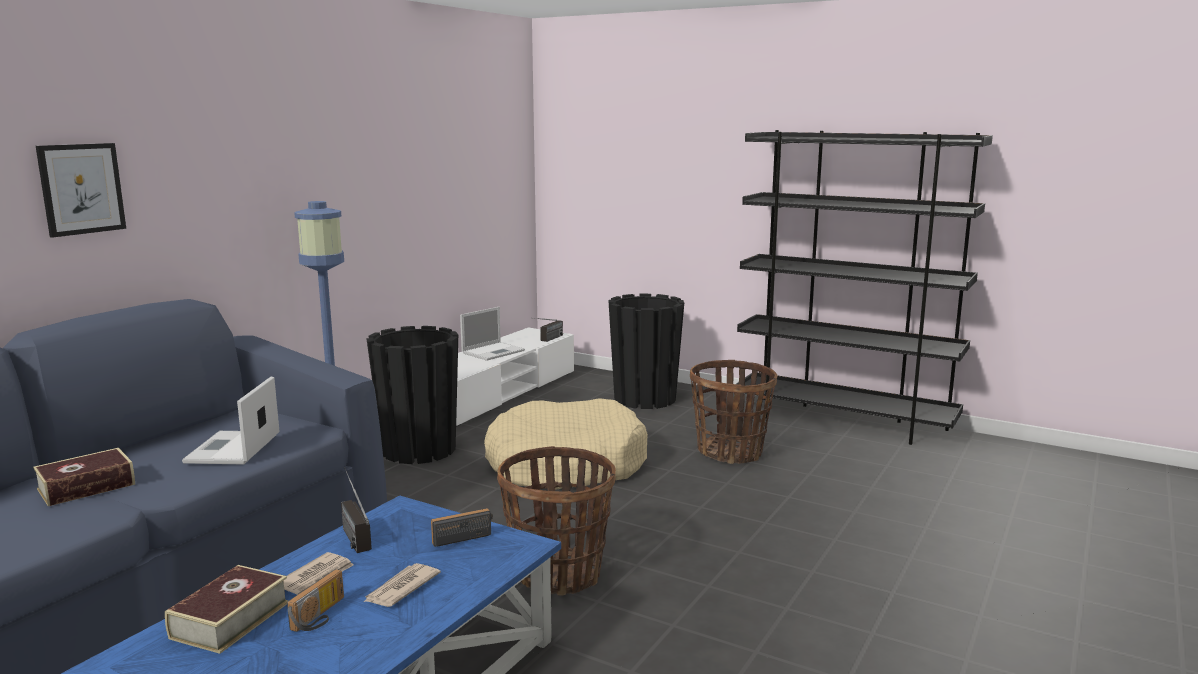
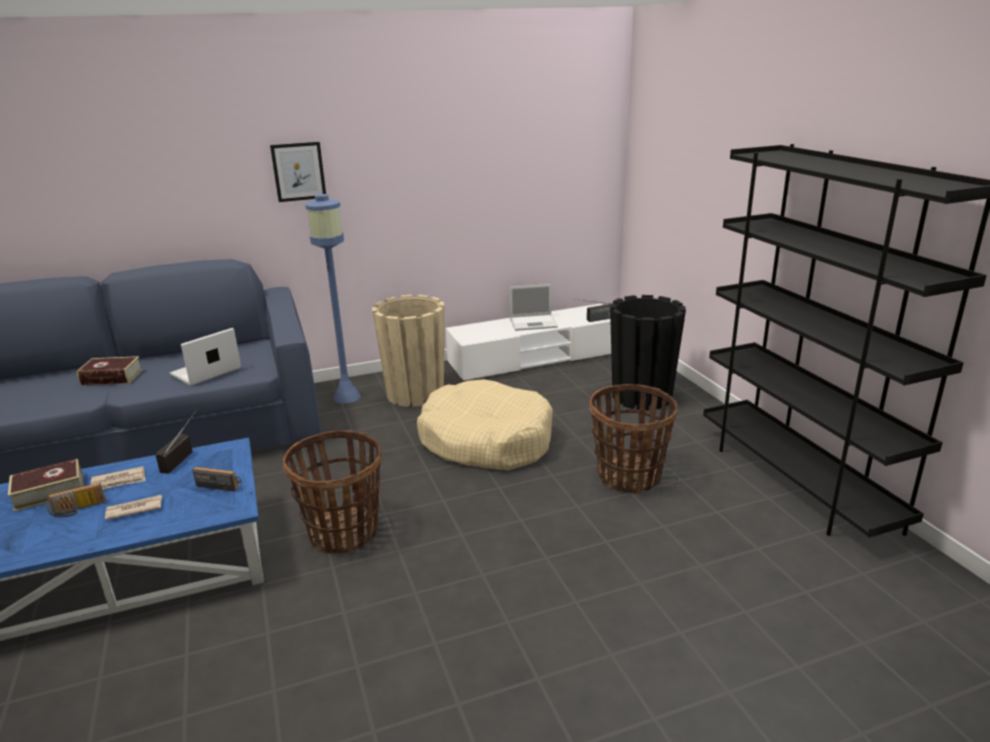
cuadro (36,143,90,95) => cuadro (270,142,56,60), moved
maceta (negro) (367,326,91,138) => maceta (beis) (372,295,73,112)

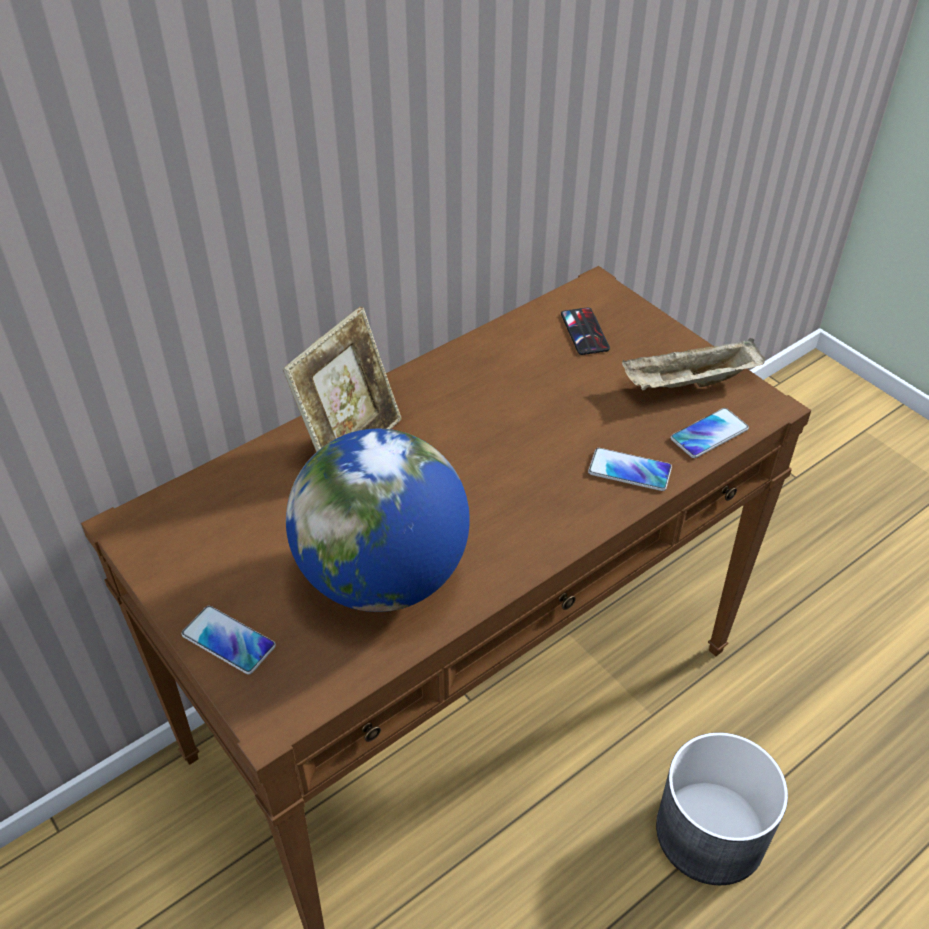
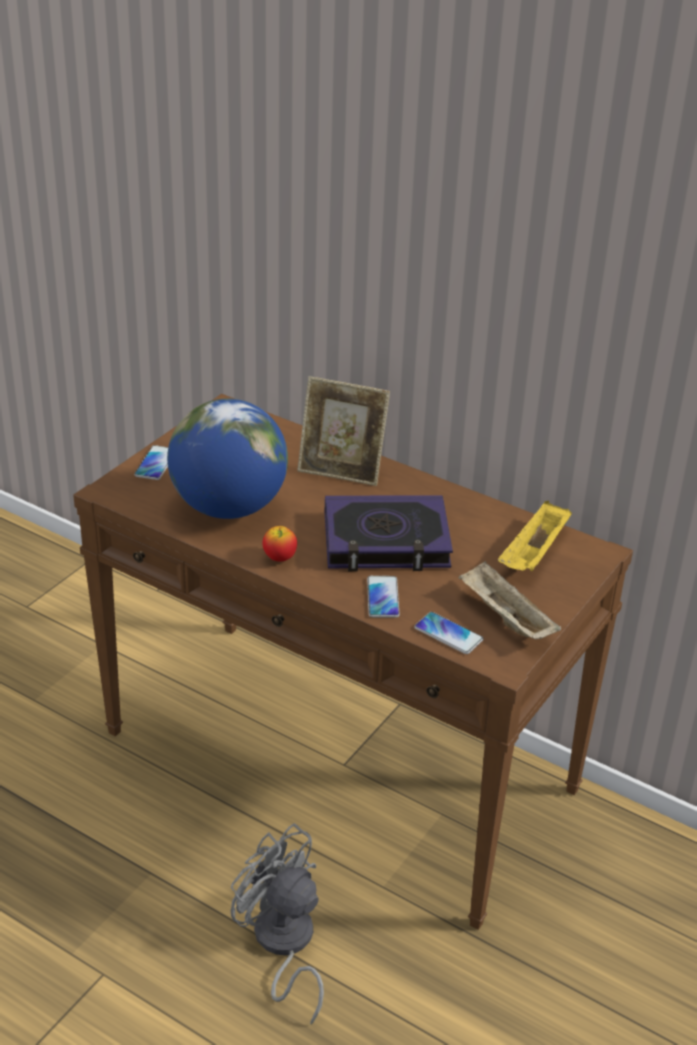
maceta (gris) (656,732,132,153) => ventilador (gris) (231,823,93,202)
nothing => manzana (262,526,35,36)
nothing => libro (325,495,128,76)
móvil (561,307,49,48) => bandeja (amarillo) (498,501,74,70)

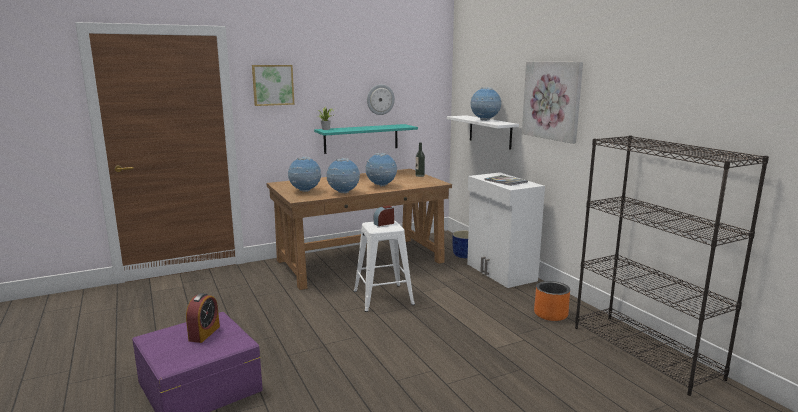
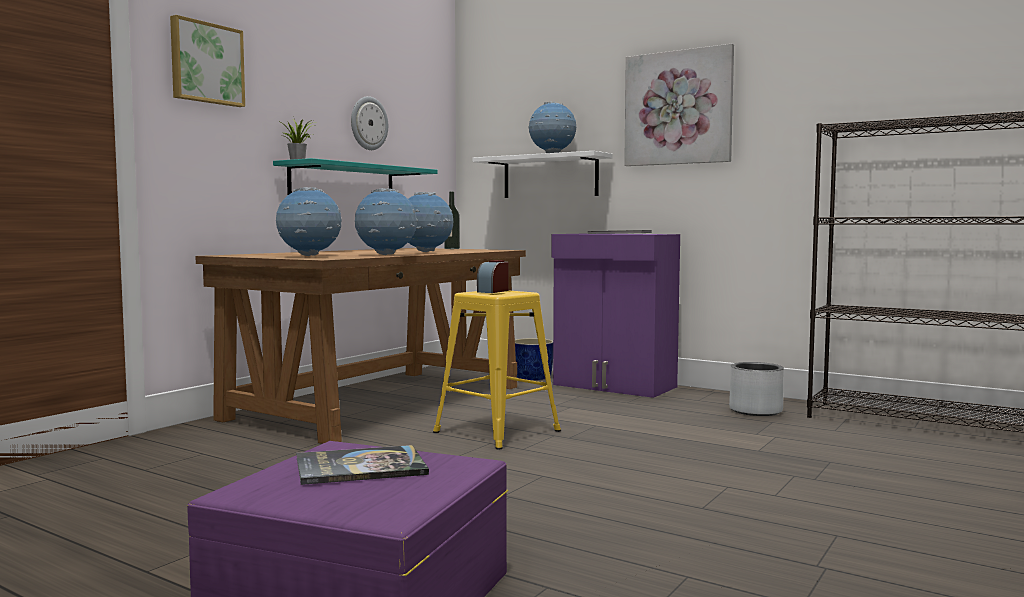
despertador (186,293,34,50) => libro (296,445,133,40)
taburete (blanco) (354,220,61,92) => taburete (amarillo) (433,290,128,159)
armario (blanco) (467,172,78,116) => armario (morado) (552,234,128,164)
maceta (naranja) (534,281,36,40) => maceta (gris) (729,362,55,54)

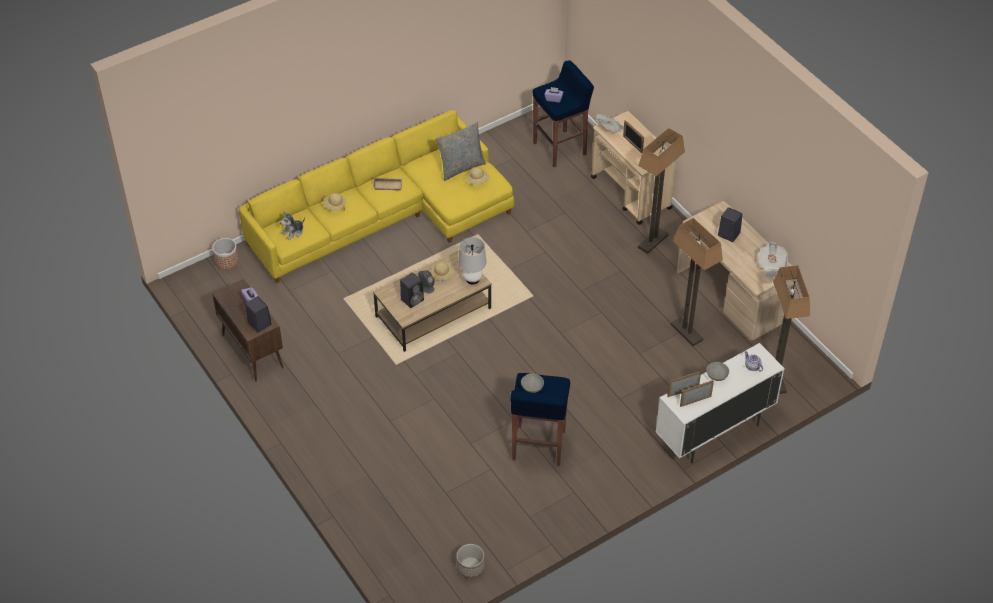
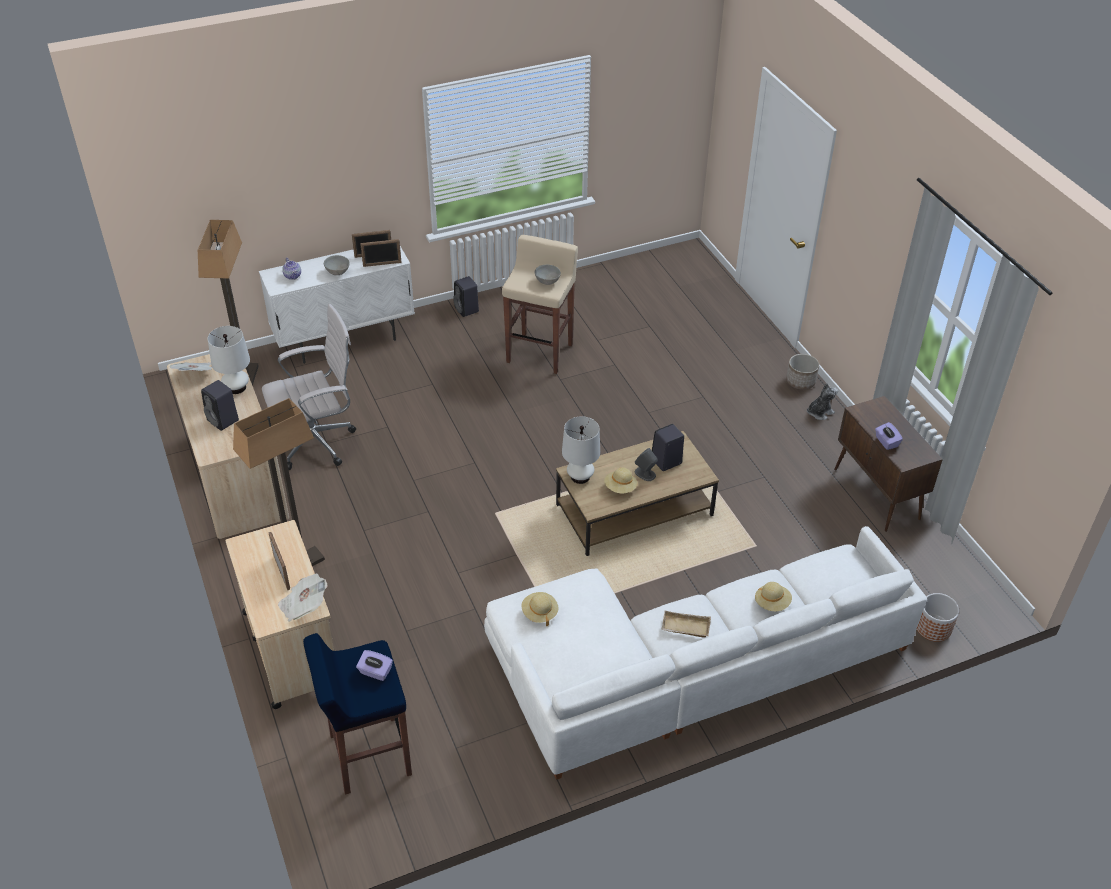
nothing => lámpara de mesa (blanco) (207,326,43,68)
lámpara de pie (671,218,52,128) => silla de oficina (blanco) (262,304,94,166)
altavoz (negro) (245,296,26,37) => altavoz (negro) (453,276,26,41), moved
sofá (amarillo) (239,110,275,173) => sofá (blanco) (484,526,443,254)
taburete (azul) (510,373,60,93) => taburete (beis) (502,235,76,139)
maceta (457,544,27,34) => maceta (786,354,33,36), moved
peluche (280,211,25,29) => peluche (807,383,31,37), moved
cojín (gris) (436,122,50,59) => nothing

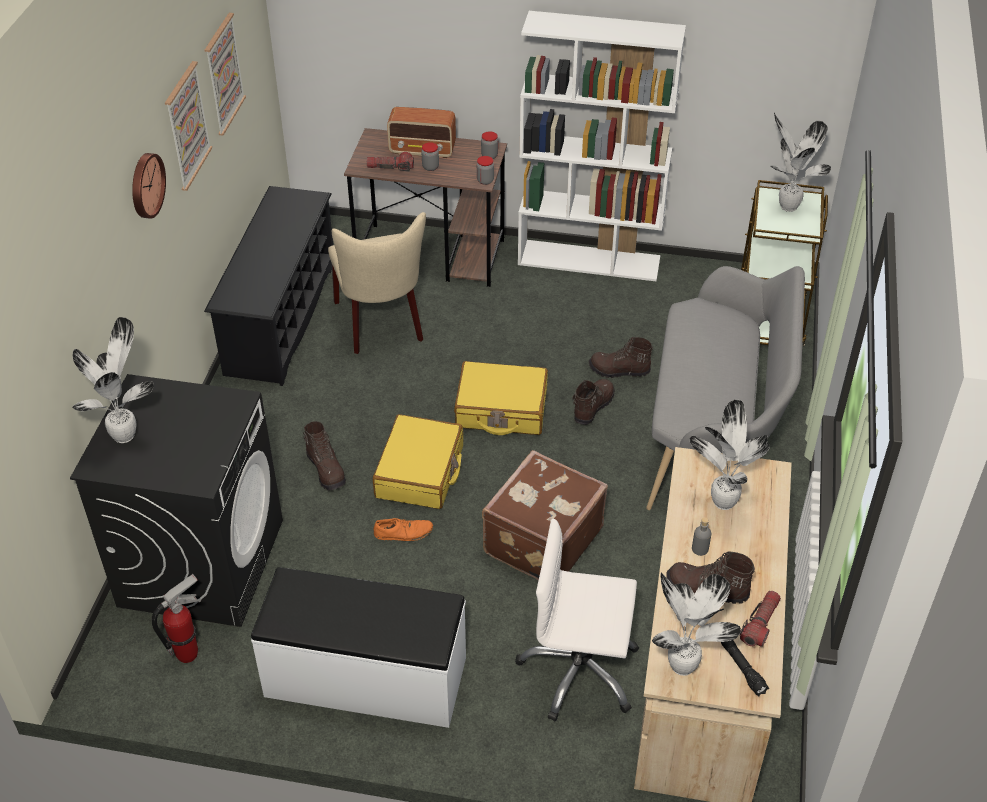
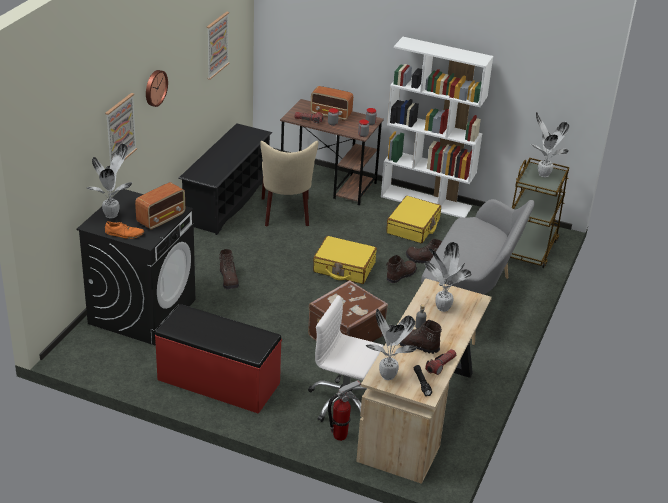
cuadro (165,61,47,130) => cuadro (105,93,32,72), moved
zapato (naranja) (374,518,59,23) => zapato (naranja) (105,221,39,18), moved
nothing => radio (135,182,50,48)
banco (blanco) (251,567,215,161) => banco (rojo) (155,304,127,110)
extintor (152,574,49,89) => extintor (328,380,33,61), moved
maleta (amarillo) (373,414,90,95) => maleta (amarillo) (386,196,55,47), moved

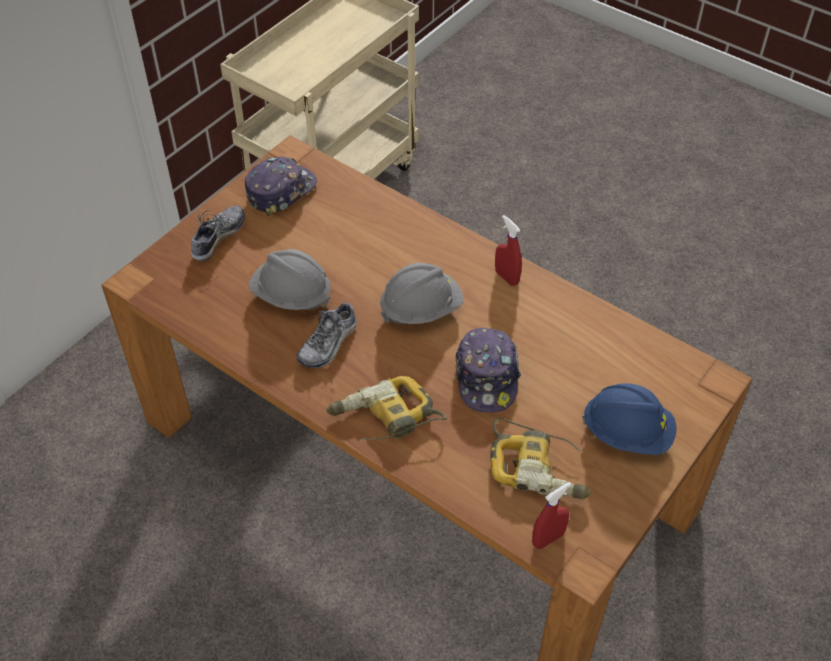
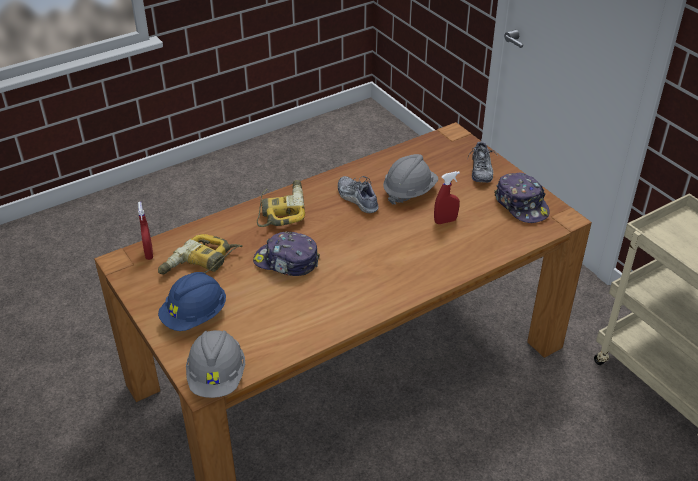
casco (gris) (380,263,83,62) => casco (gris) (186,330,59,68), moved
pulverizador (rojo) (495,215,27,71) => pulverizador (rojo) (434,171,26,53), moved
zapato (191,206,54,55) => zapato (468,139,30,44), 45 degrees clockwise

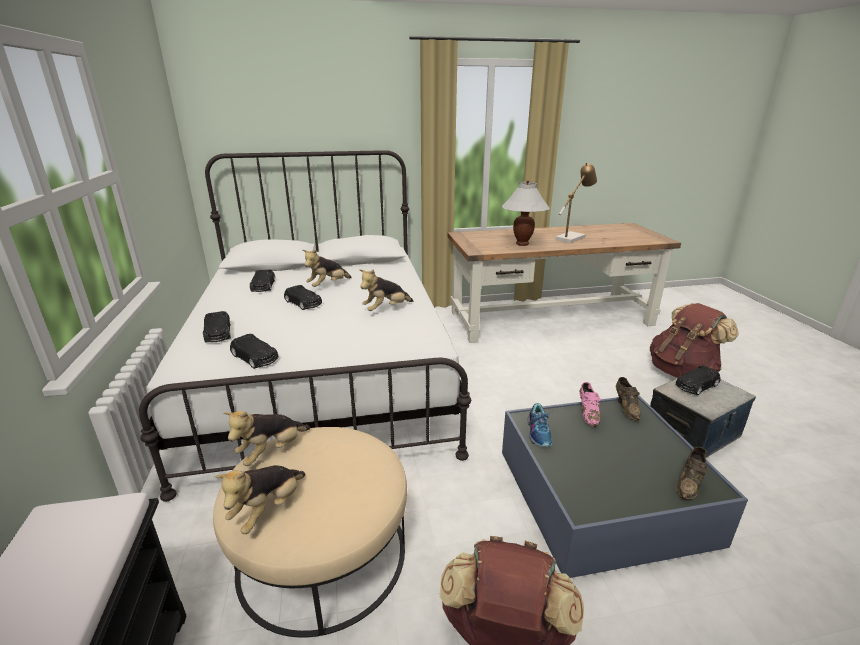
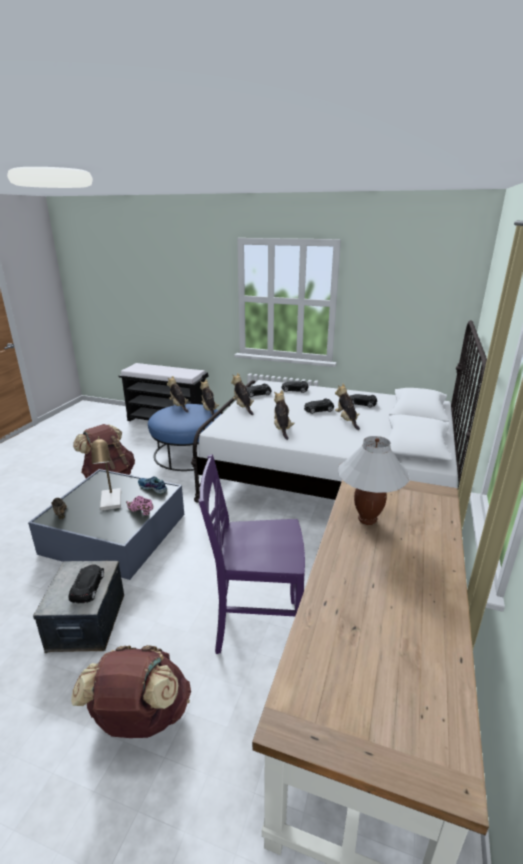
lámpara de mesa (555,162,42,81) => lámpara de mesa (91,436,30,75), moved
puf (beis) (213,427,194,211) => puf (azul) (148,404,73,67)
nothing => silla (morado) (198,455,107,199)
nothing => peluche (231,373,23,42)
zapato (marrón) (616,377,25,44) => nothing

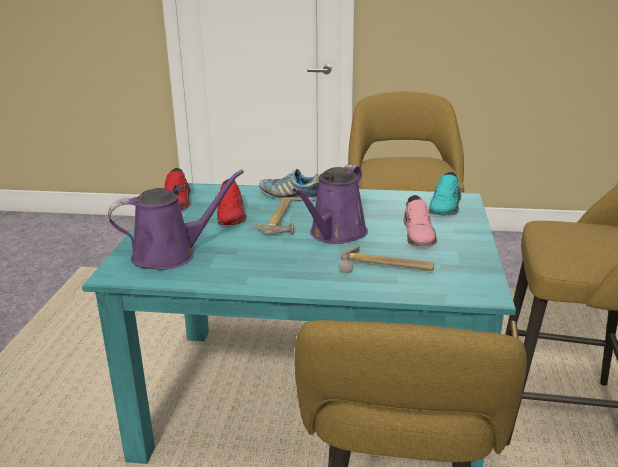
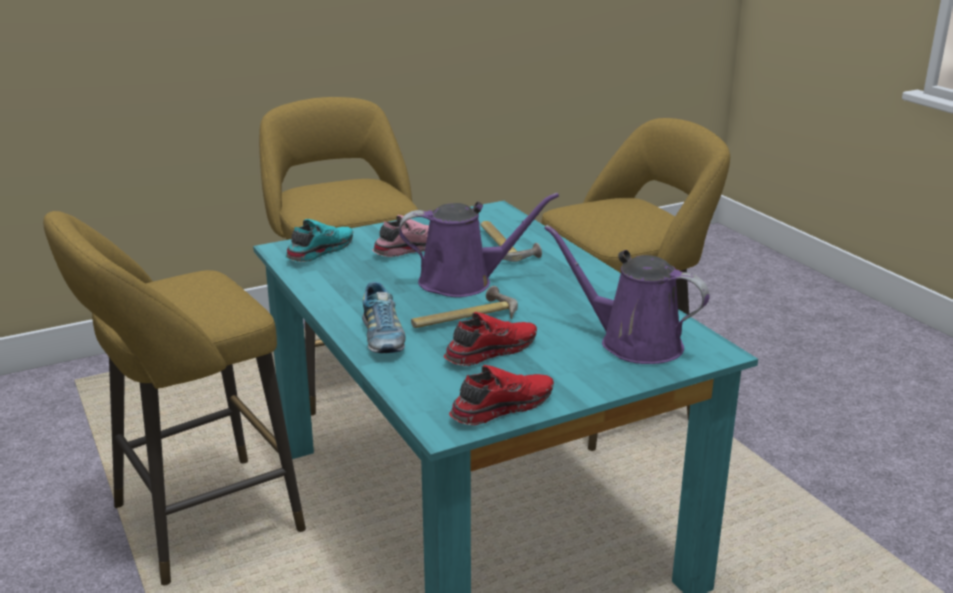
zapato (turquesa) (429,171,32,45) => zapato (turquesa) (285,219,68,43), 45 degrees counterclockwise

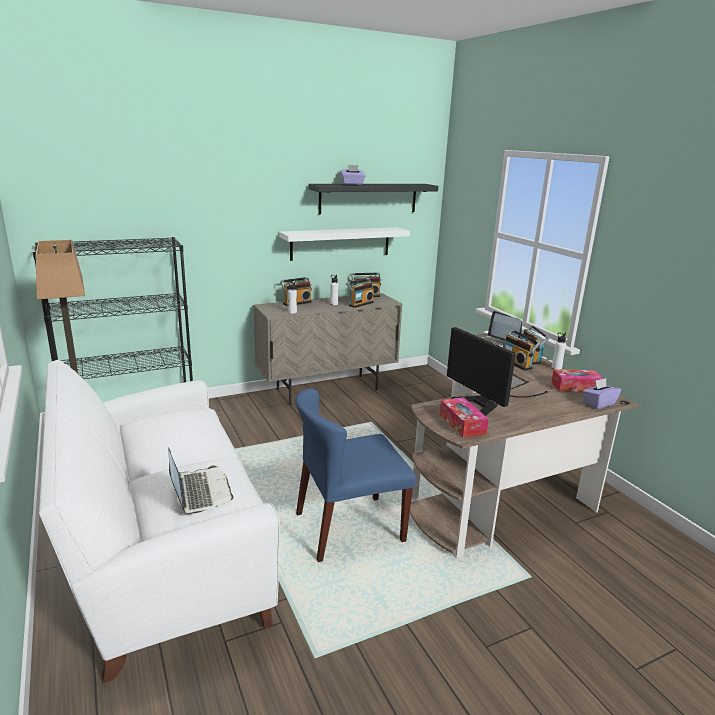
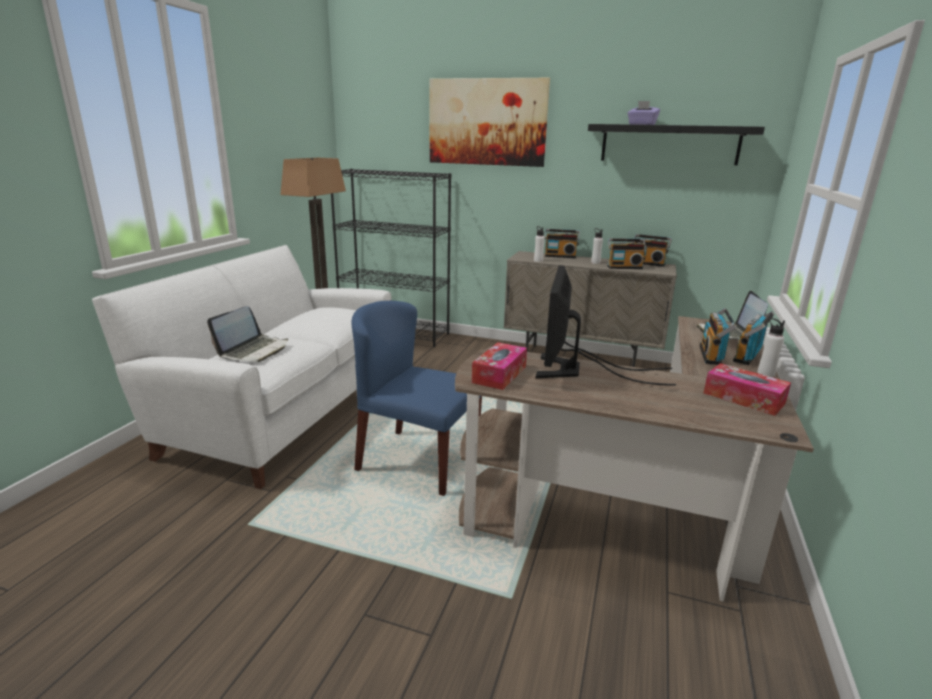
nothing => cuadro (430,78,120,89)
estante (blanco) (279,227,131,34) => nothing
caja de pañuelos (morado) (582,378,39,31) => nothing

